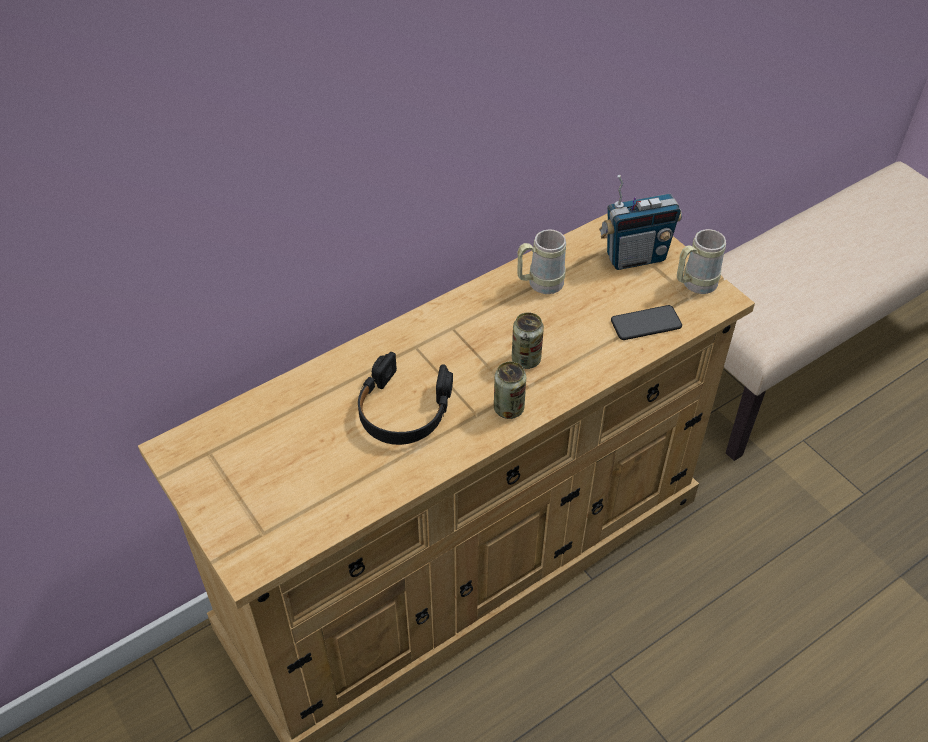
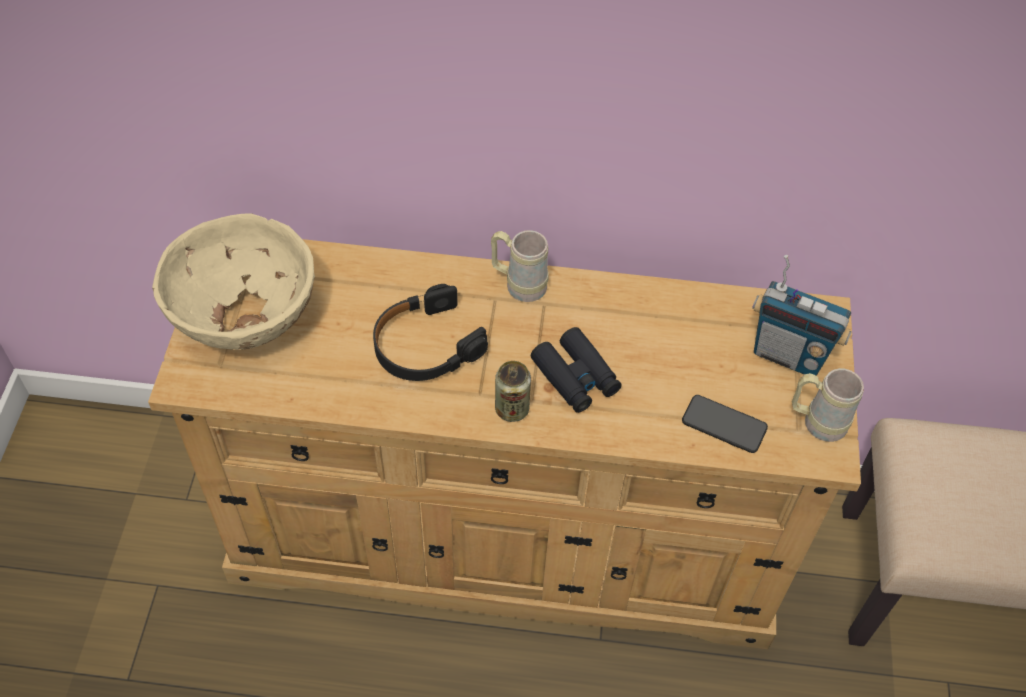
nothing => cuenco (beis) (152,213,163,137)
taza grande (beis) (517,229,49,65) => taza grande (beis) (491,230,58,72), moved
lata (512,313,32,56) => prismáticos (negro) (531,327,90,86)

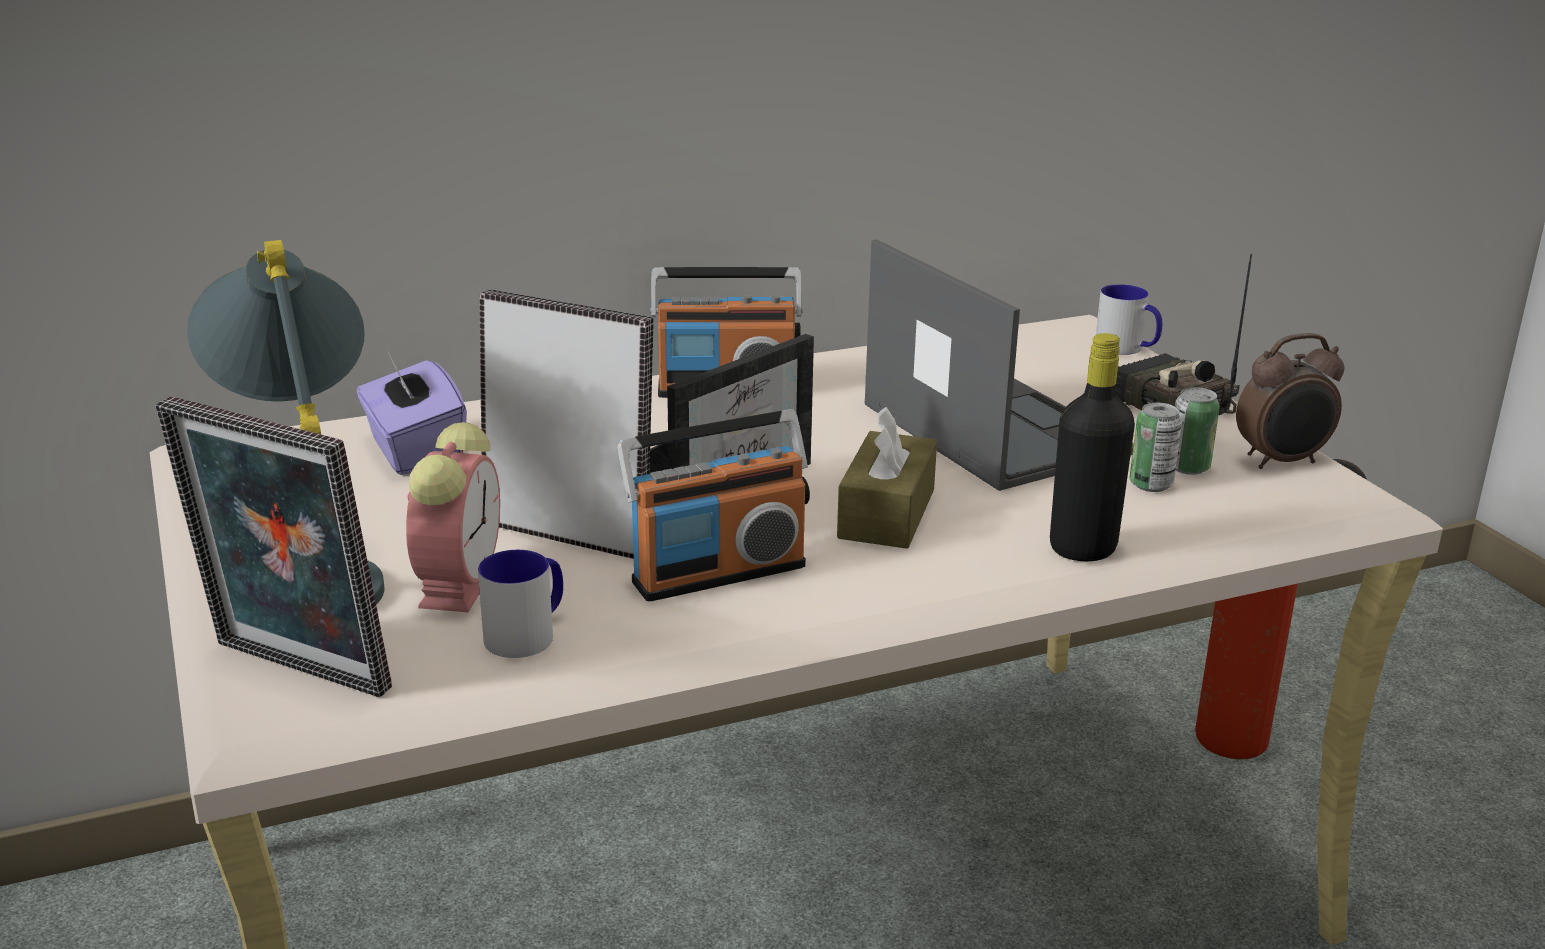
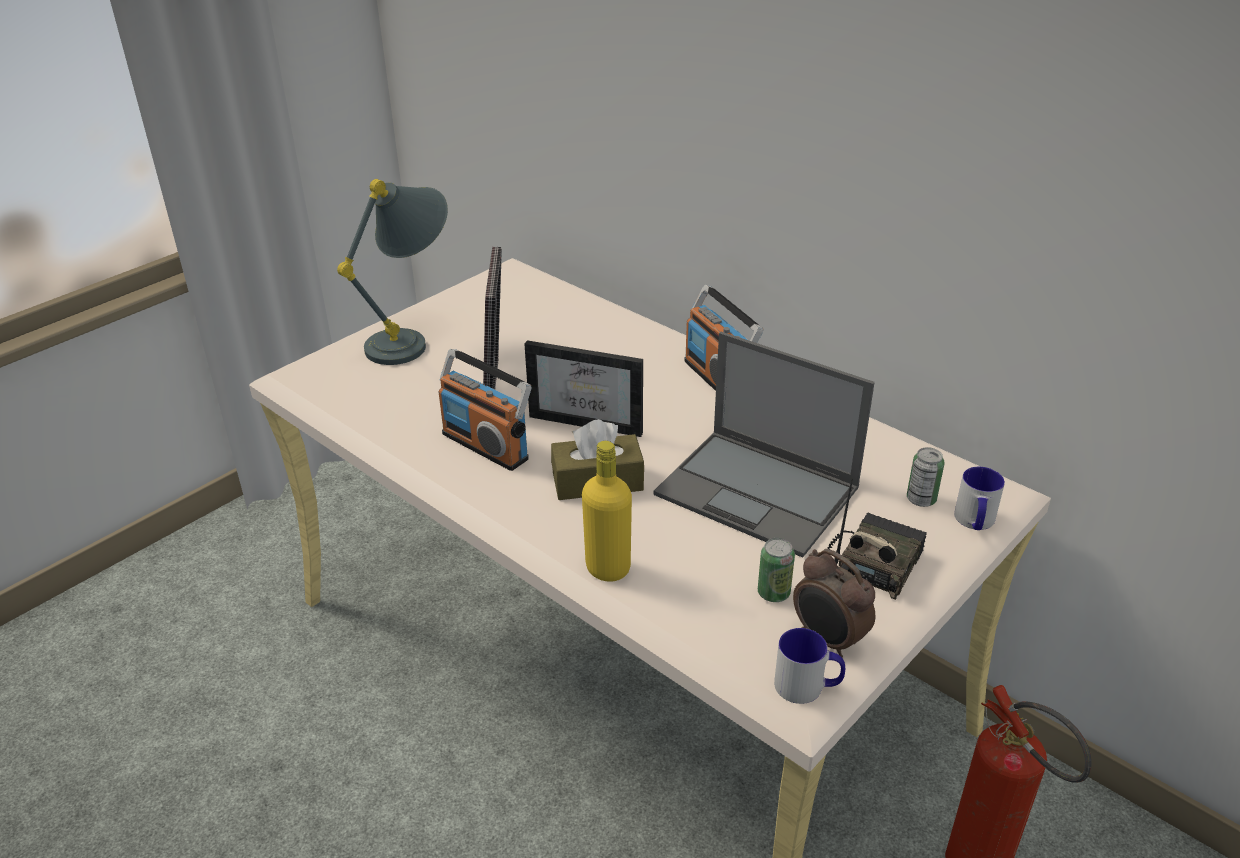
botella (negro) (1050,333,85,228) => botella (amarillo) (582,441,50,141)
portátil (865,239,269,252) => portátil (653,332,222,226), 90 degrees clockwise
taza grande (478,550,85,108) => taza grande (774,628,71,76), moved
lata (1130,402,52,90) => lata (907,447,38,60), moved
portarretratos (155,396,237,301) => nothing
caja de pañuelos (morado) (357,350,110,125) => nothing
despertador (406,422,94,190) => nothing

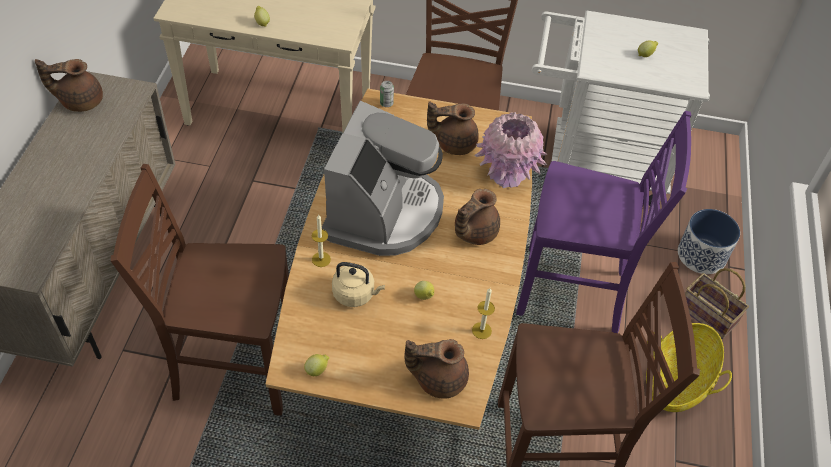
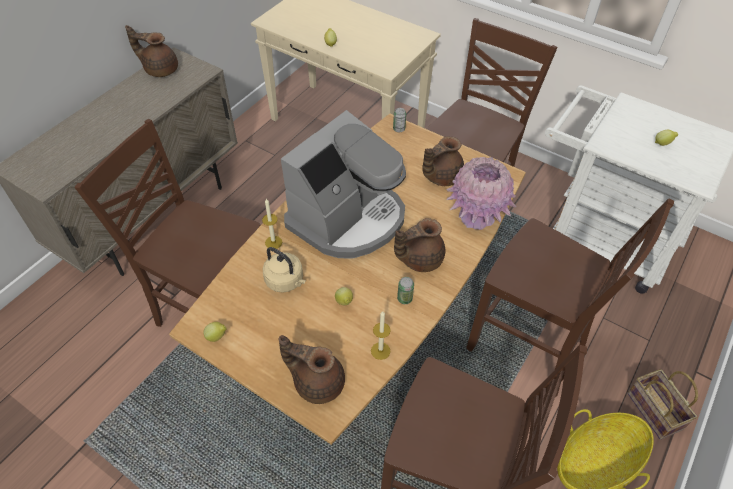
nothing => lata (397,277,17,27)
tetera (marrón) (427,101,52,54) => tetera (marrón) (422,136,42,50), 60 degrees counterclockwise
silla (morado) (516,111,175,222) => silla (marrón) (466,198,208,199)
maceta (678,209,62,65) => nothing

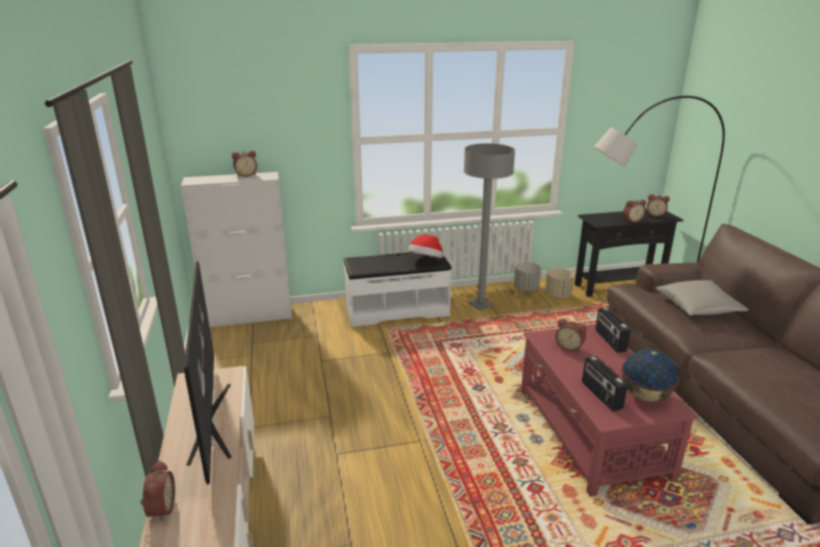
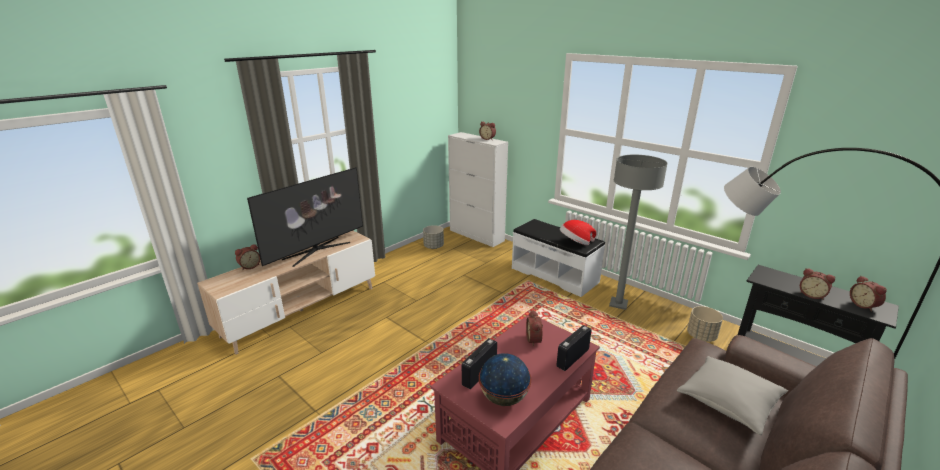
maceta (gris) (514,262,27,29) => maceta (gris) (423,225,21,24), moved

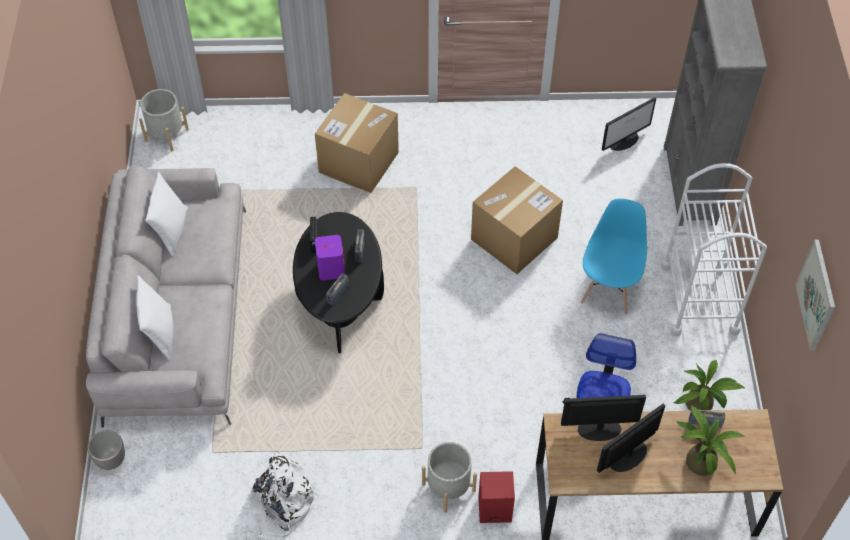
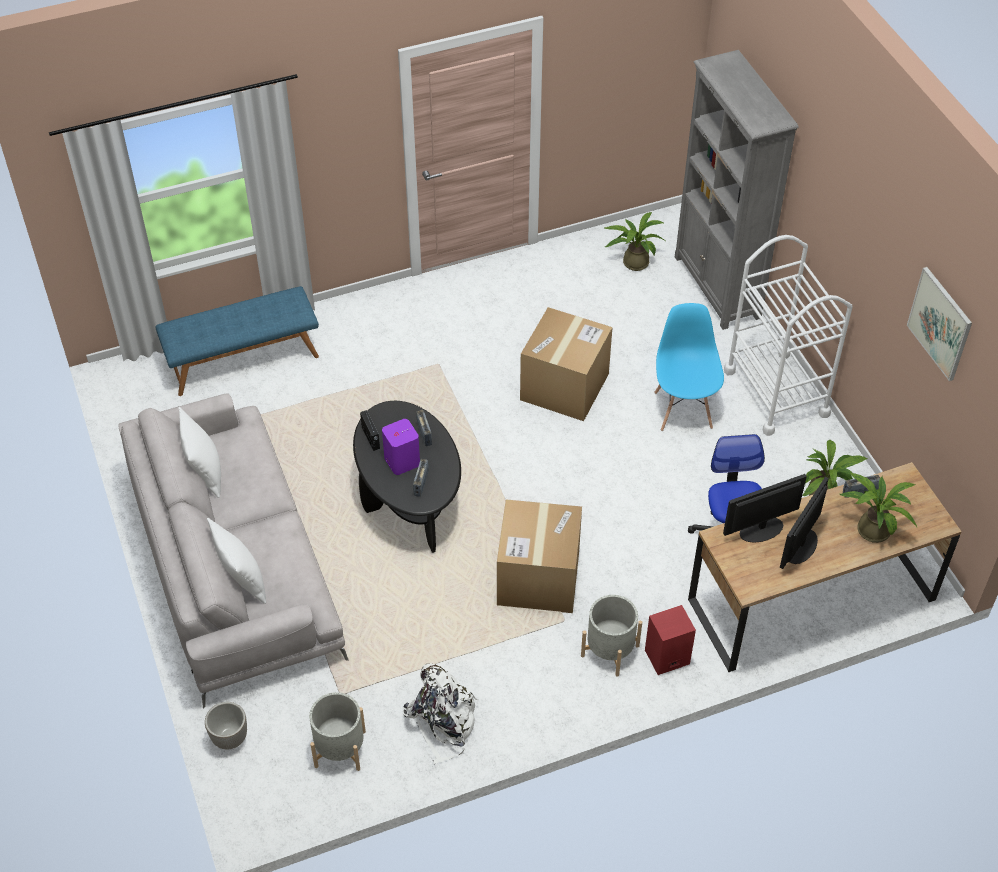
nothing => banco (azul) (155,286,164,110)
maceta (gris) (139,89,50,62) => maceta (gris) (309,692,57,79), moved
caja de cartón (315,93,84,100) => caja de cartón (497,499,85,114), moved
monitor (602,97,54,54) => planta en maceta (603,212,64,59)

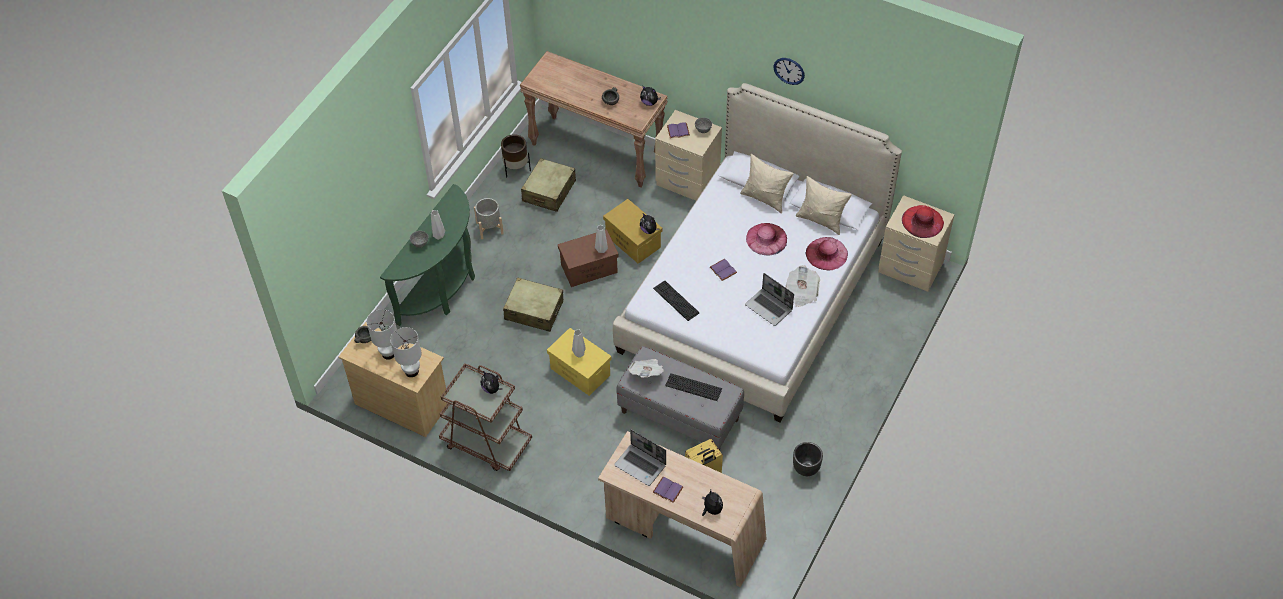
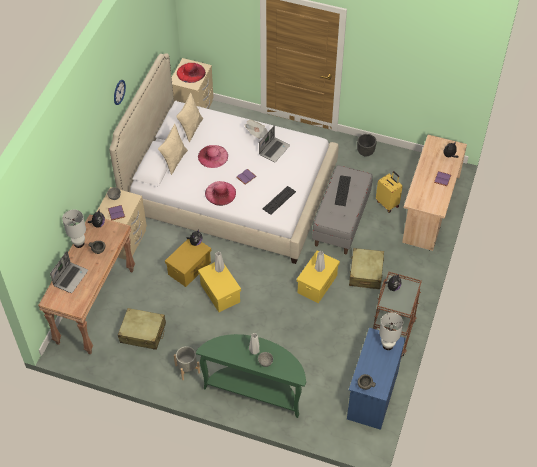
portátil (614,429,52,57) => portátil (50,251,38,42), moved
lámpara de mesa (blanco) (367,309,30,51) => lámpara de mesa (blanco) (62,210,24,38), moved
caja de almacenaje (marrón) (558,229,61,58) => caja de almacenaje (amarillo) (198,262,43,50)
sombrero (rosa) (806,237,42,33) => sombrero (rosa) (205,181,31,25), moved
cómoda (beis) (339,322,110,115) => cómoda (azul) (347,328,59,102)
maleta (beis) (503,277,60,55) => maleta (beis) (349,248,35,41), moved
maceta (marrón) (501,134,30,44) => nothing
periódico (629,359,35,19) => nothing

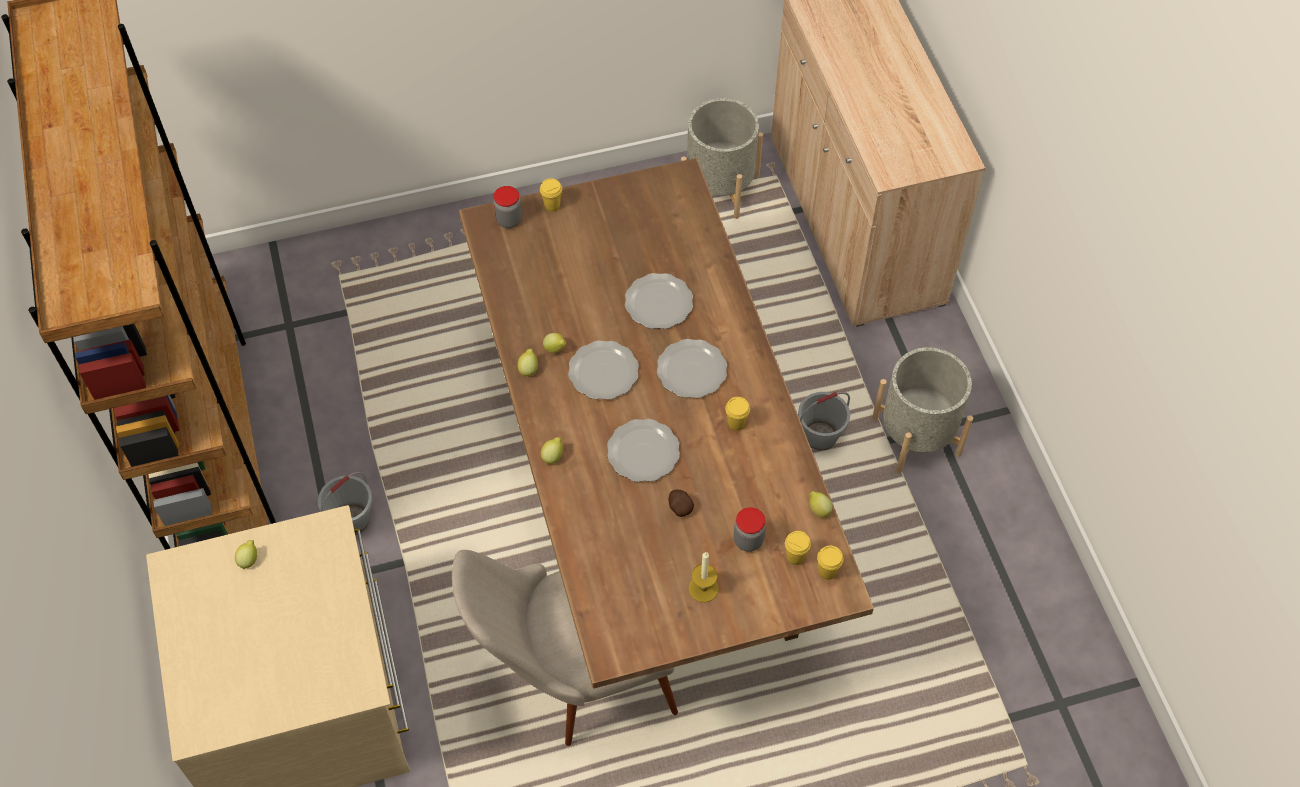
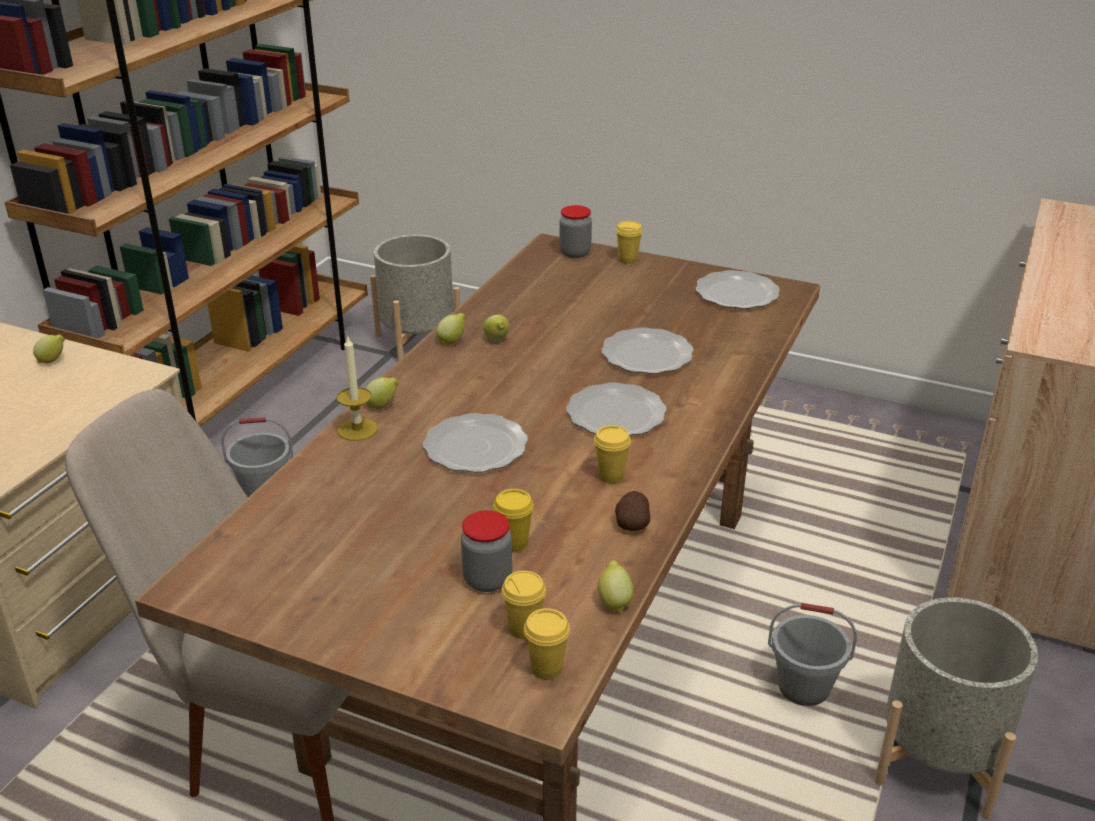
vela (688,552,31,50) => vela (337,335,41,106), moved
maceta (gris) (681,98,82,121) => maceta (gris) (370,234,90,127), moved
nothing => taza (amarillo) (493,489,41,63)
patata (669,490,25,27) => patata (615,491,35,40), moved
plato (568,341,71,59) => plato (695,270,85,39), moved

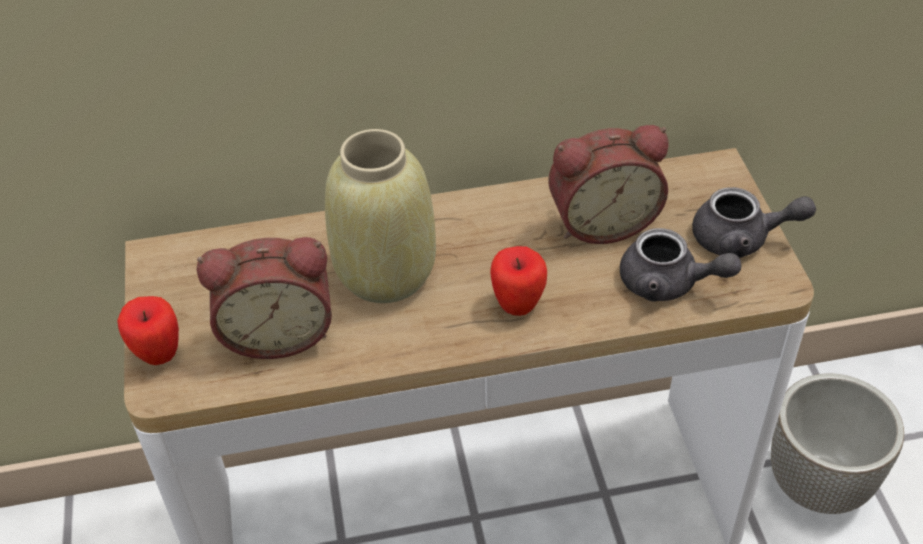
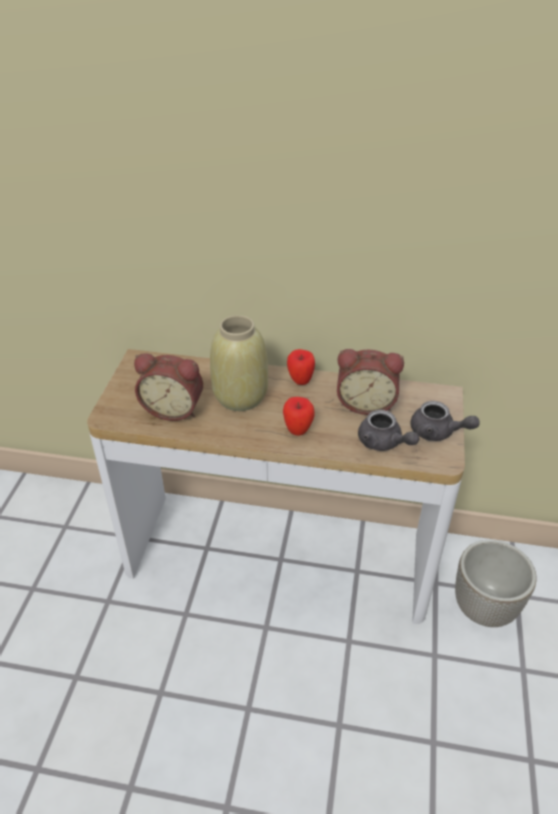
manzana (117,296,62,69) => manzana (287,349,28,36), moved

